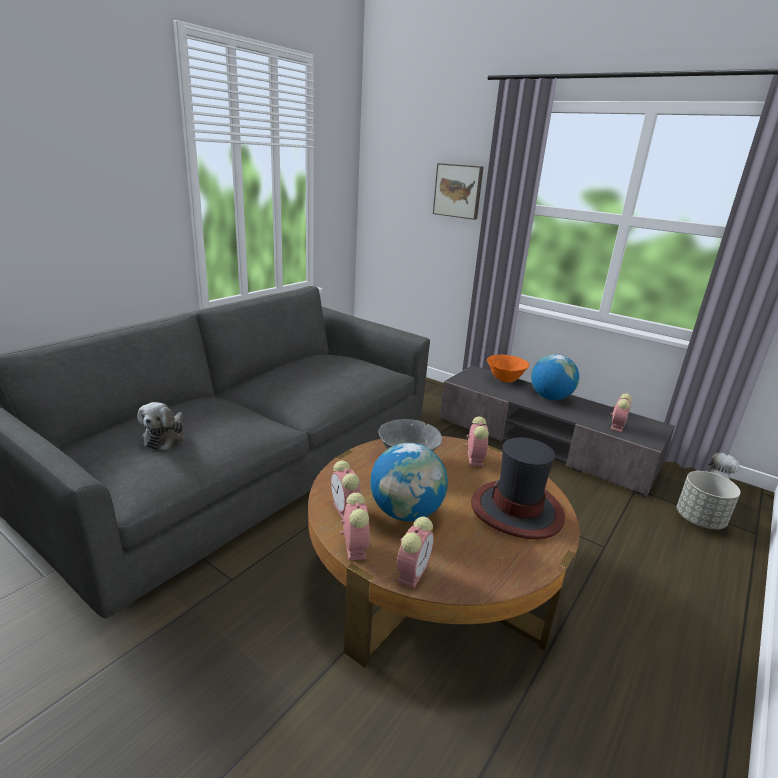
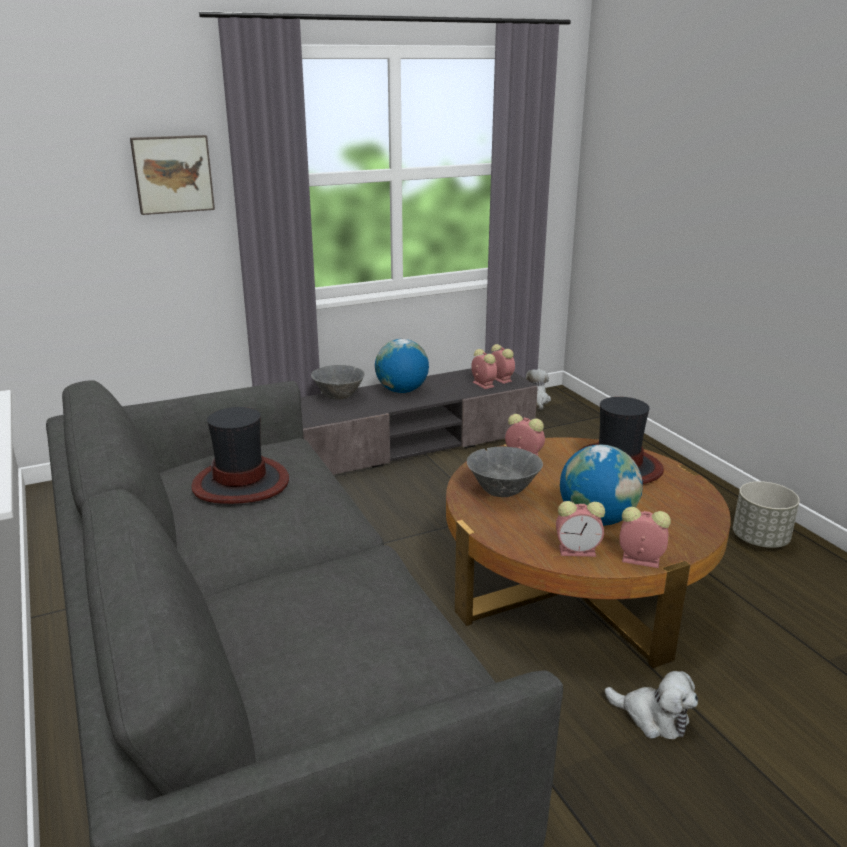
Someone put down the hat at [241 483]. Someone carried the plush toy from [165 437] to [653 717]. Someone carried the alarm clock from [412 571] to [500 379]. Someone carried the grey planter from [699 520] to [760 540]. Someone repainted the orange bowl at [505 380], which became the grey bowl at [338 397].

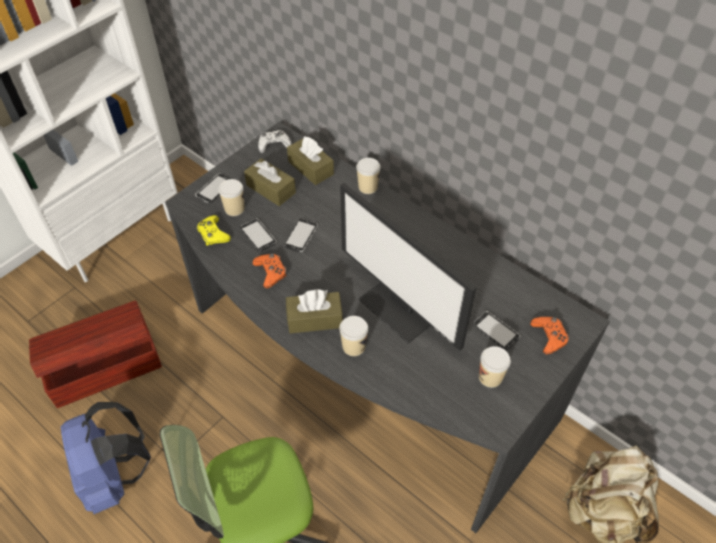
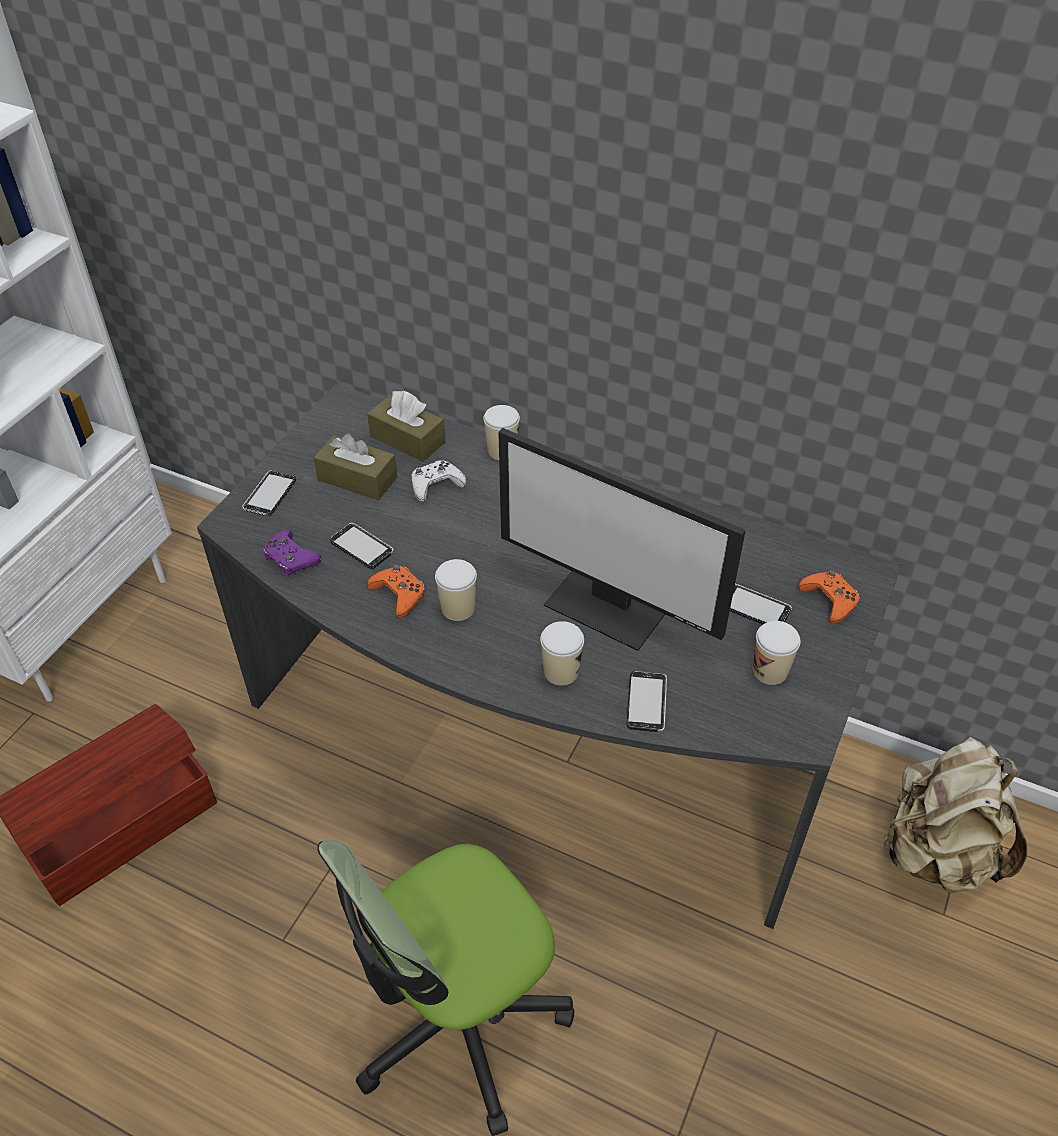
Someone took away the blue backpack at [114 477]. Someone took away the brown tissue box at [314 319]. Someone carried the cup from [234 209] to [458 608]. Someone carried the white game controller from [274 145] to [436 485]. Someone carried the phone from [301 236] to [646 703]. Someone repainted the yellow game controller at [213 234], which became the purple game controller at [290 558].

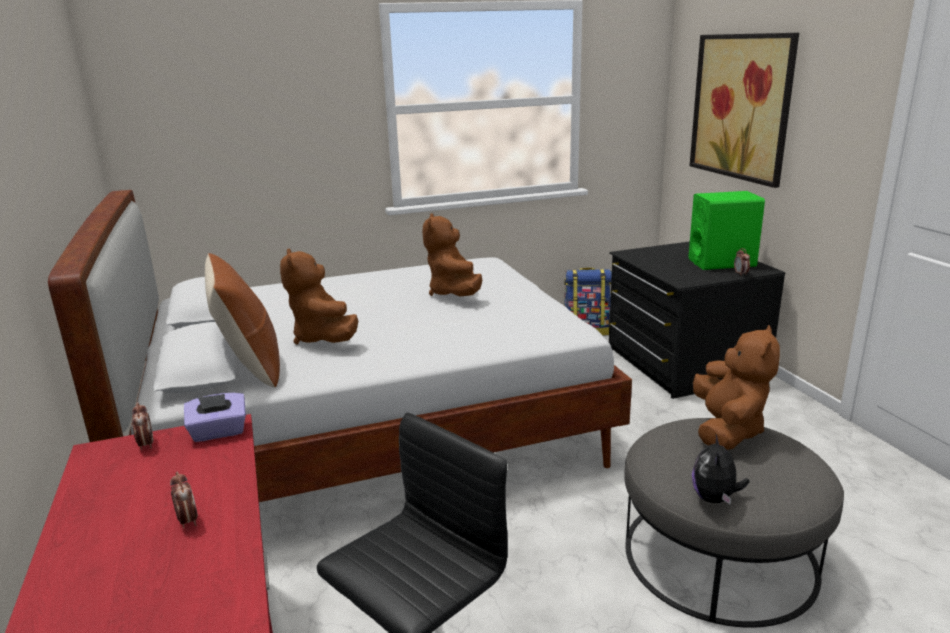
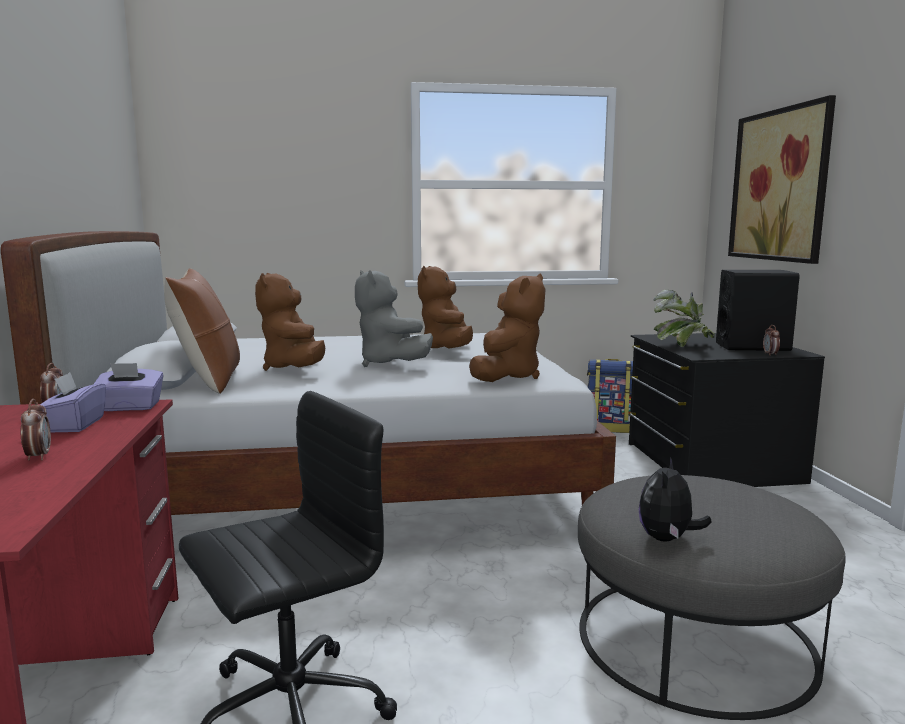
Someone put down the purple tissue box at [75 425]. Someone put down the grey plush toy at [389 364]. Someone put down the potted plant at [681 345]. Someone carried the brown plush toy from [727 430] to [507 376]. Someone repainted the green speaker at [722 263], which became the black speaker at [753 346].

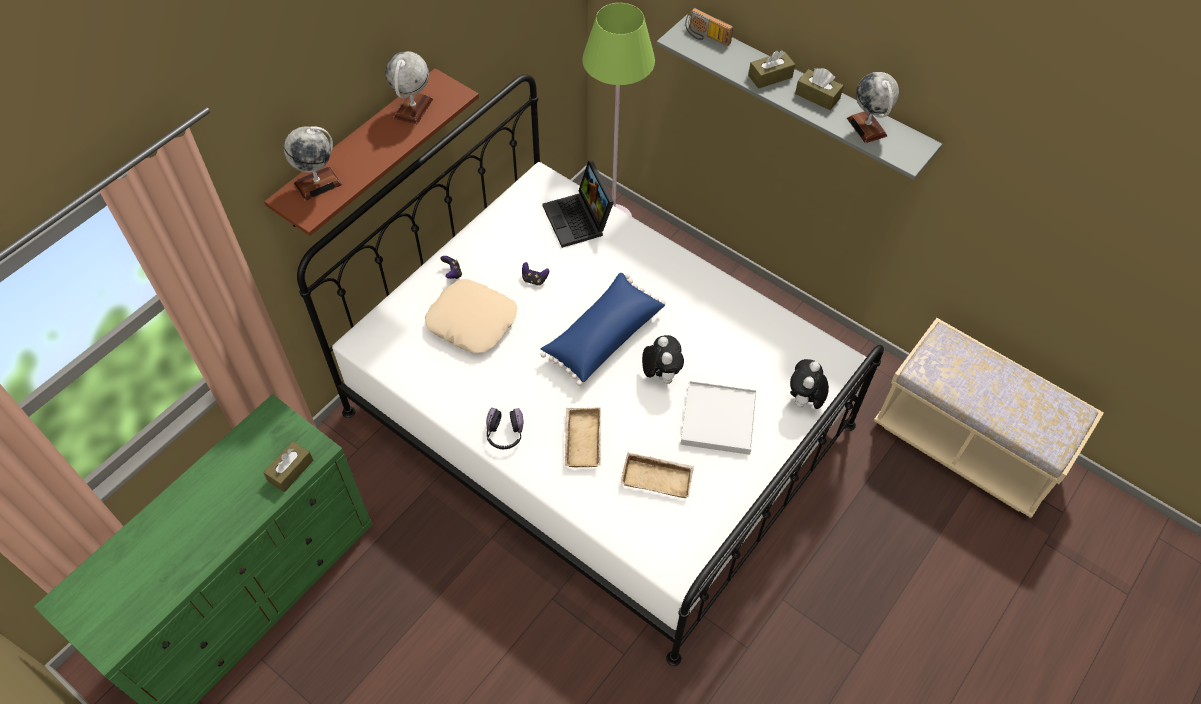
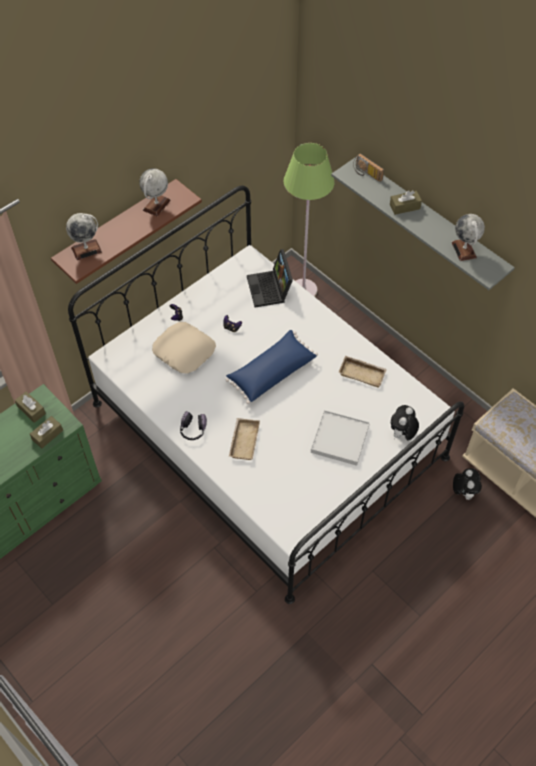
Someone carried the beige tray from [658 477] to [363 373]. Someone carried the plush toy from [660 374] to [463 492]. Someone carried the brown tissue box from [817 96] to [31 410].

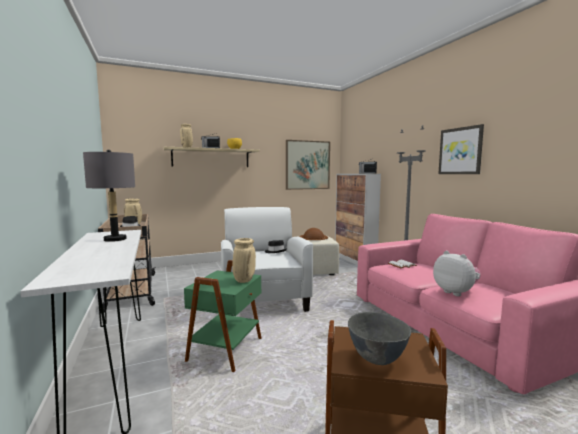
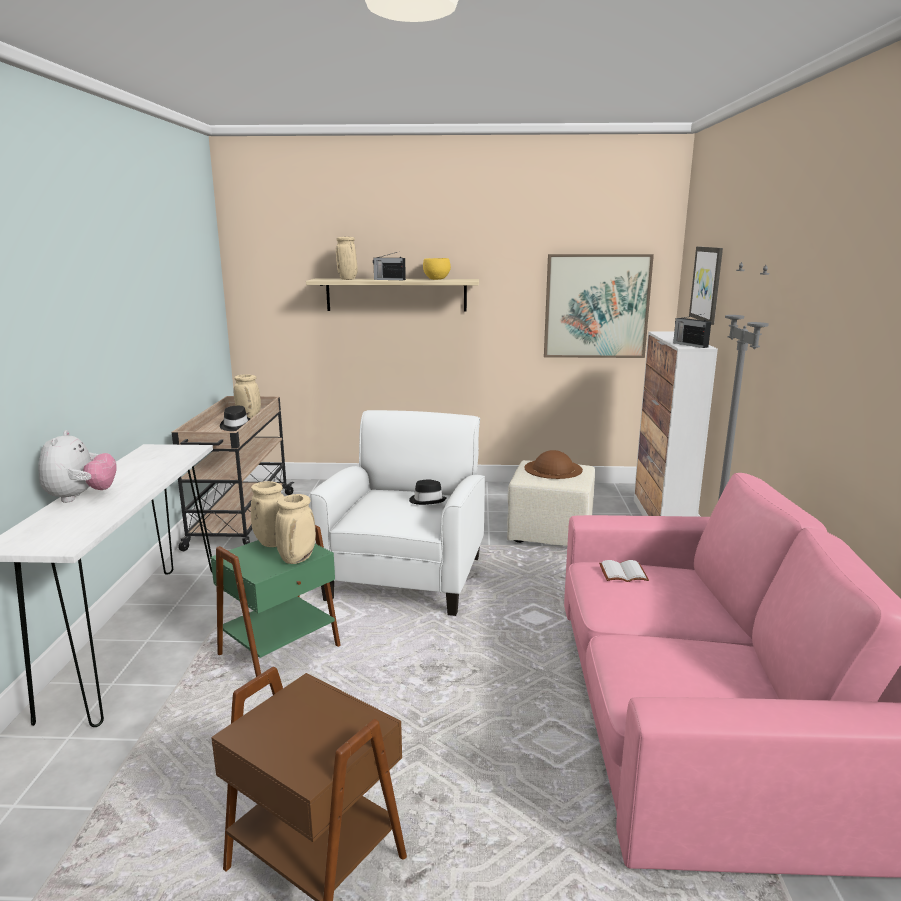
Someone took away the grey table lamp at [115 239]. Someone took away the grey bowl at [377 359]. Someone put down the beige vase at [270 543]. Someone carried the plush toy from [455 292] to [81 497]. Someone carried the picture from [460 151] to [707 284].

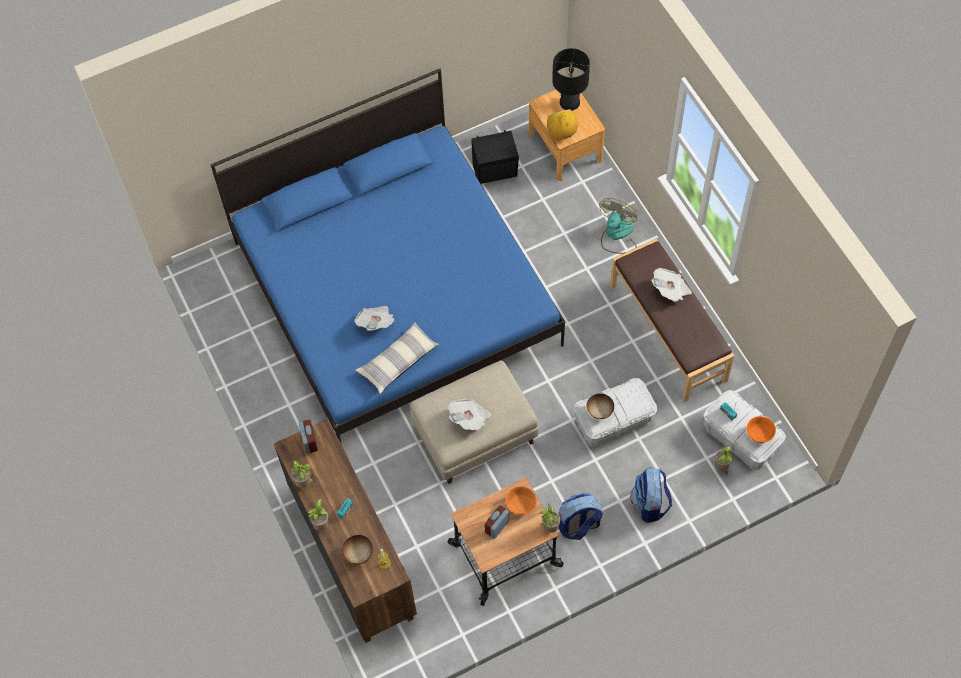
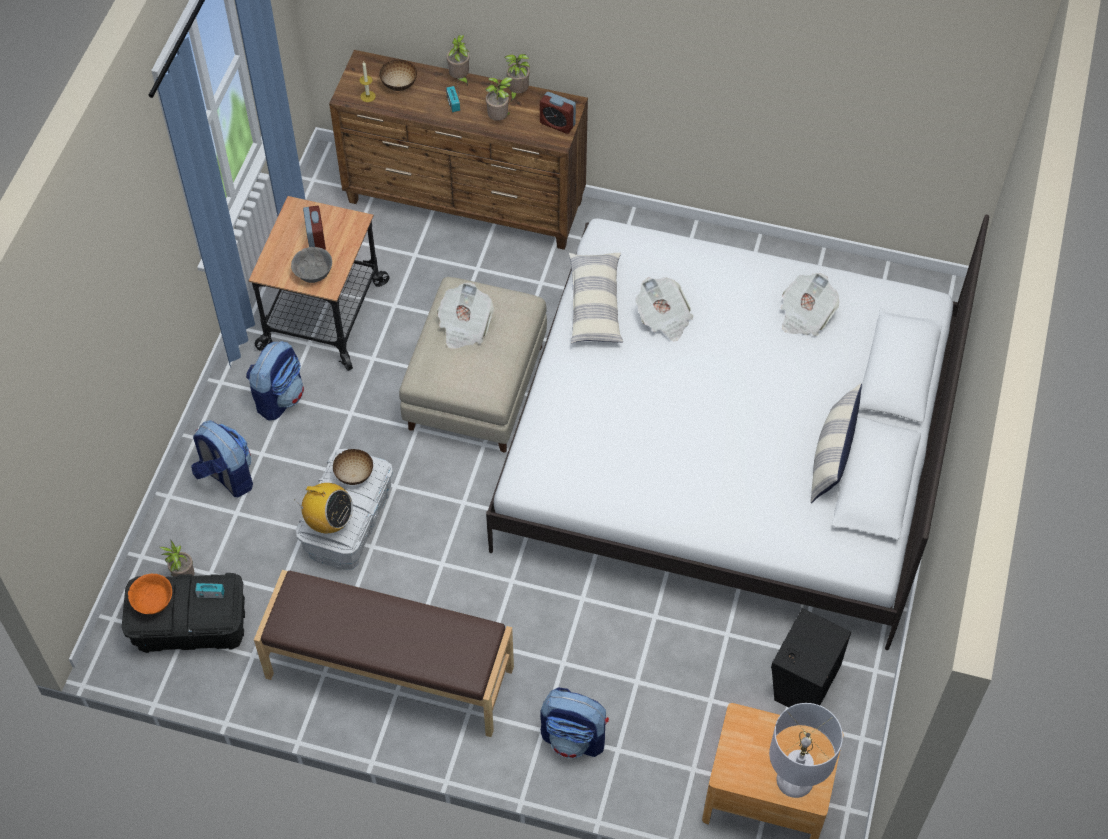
Someone put down the pillow at [831 456]. Someone carried the potted plant from [549 527] to [499 119]. Someone carried the radio from [562 133] to [329 521]. Someone carried the newspaper from [670 290] to [805 315]. Someone swapped the fan at [617 235] for the backpack at [574 737]. Someone repainted the blue bed at [396 293], which became the white bed at [727 446]. Someone repainted the orange bowl at [521 505], which became the grey bowl at [313 274]. Someone repainted the black table lamp at [569 102], which became the white table lamp at [795 779]. Someone repainted the white storage box at [740 438], which became the black storage box at [190 627].

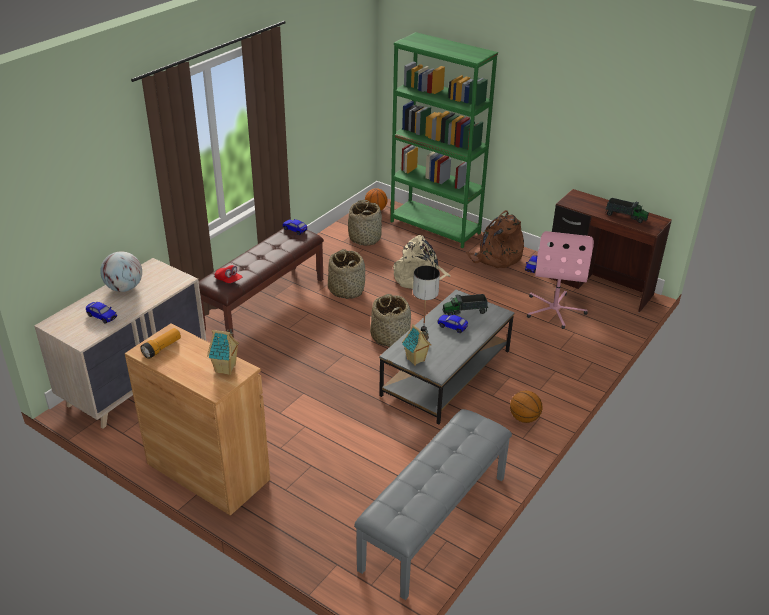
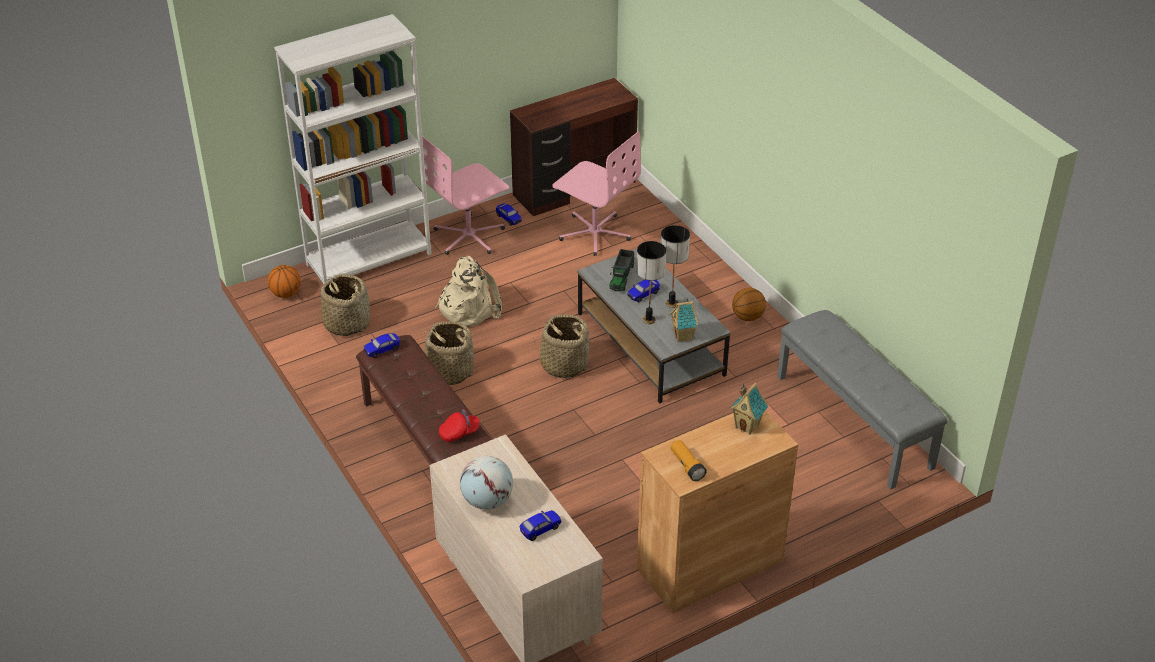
Someone took away the toy truck at [625 216]. Someone put down the table lamp at [672 303]. Someone swapped the brown backpack at [496 257] for the pink office chair at [469 236]. Someone repainted the green bookcase at [435 227], which became the white bookcase at [369 259].

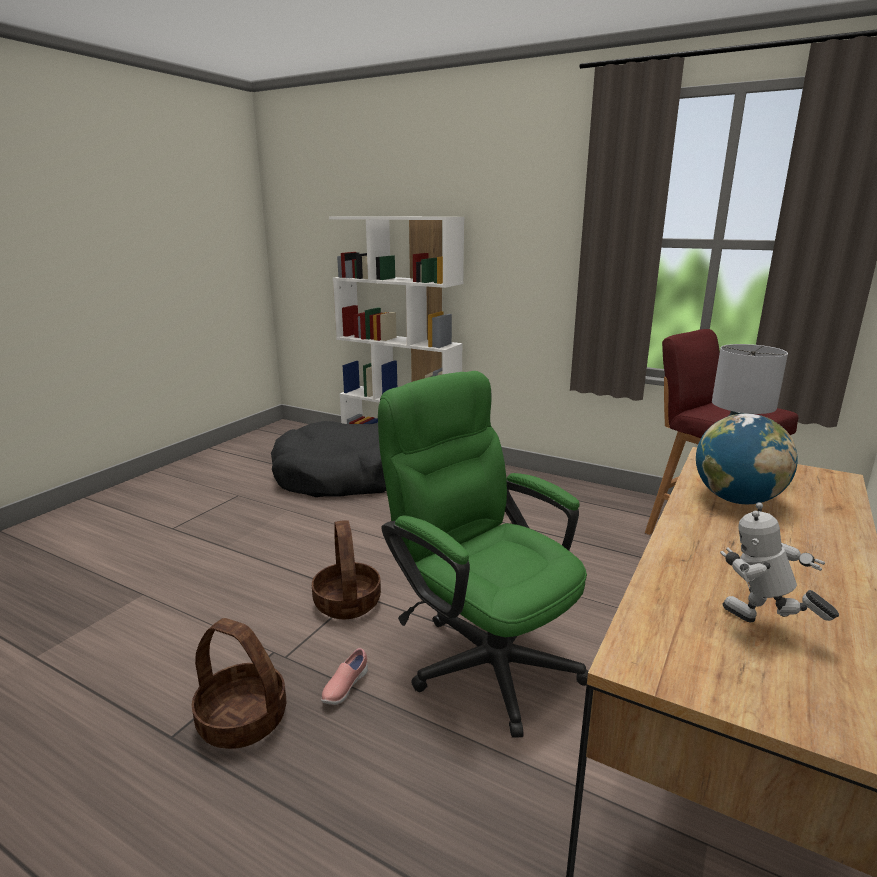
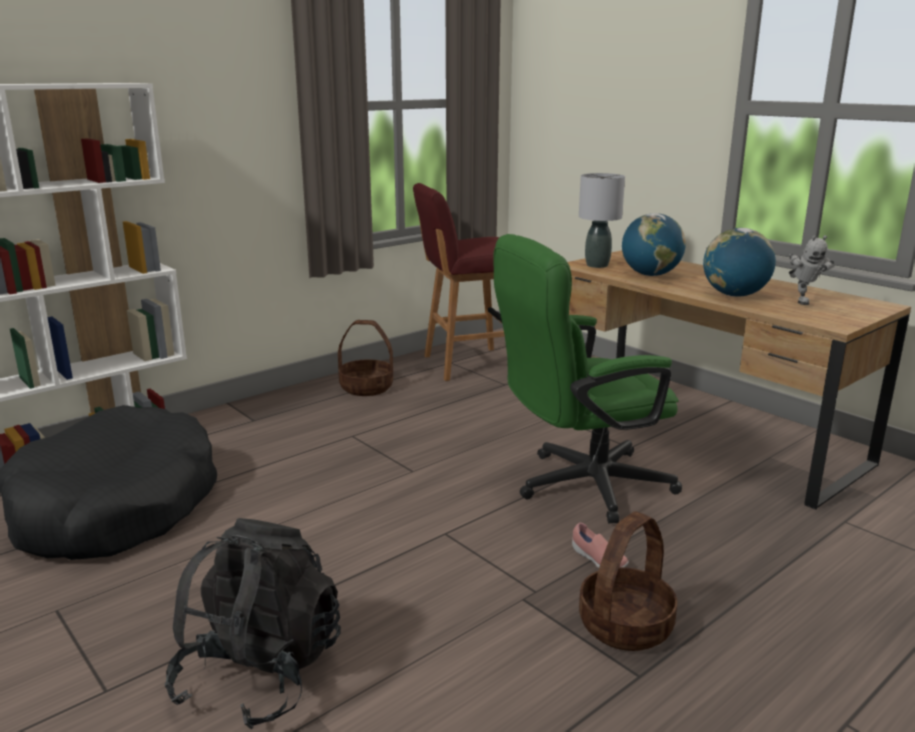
Someone put down the black backpack at [260 674]. Someone put down the globe at [734 295]. Someone carried the basket from [348 602] to [367 387]. Someone rotated the toy robot at [762 628] by 60 degrees counterclockwise.

